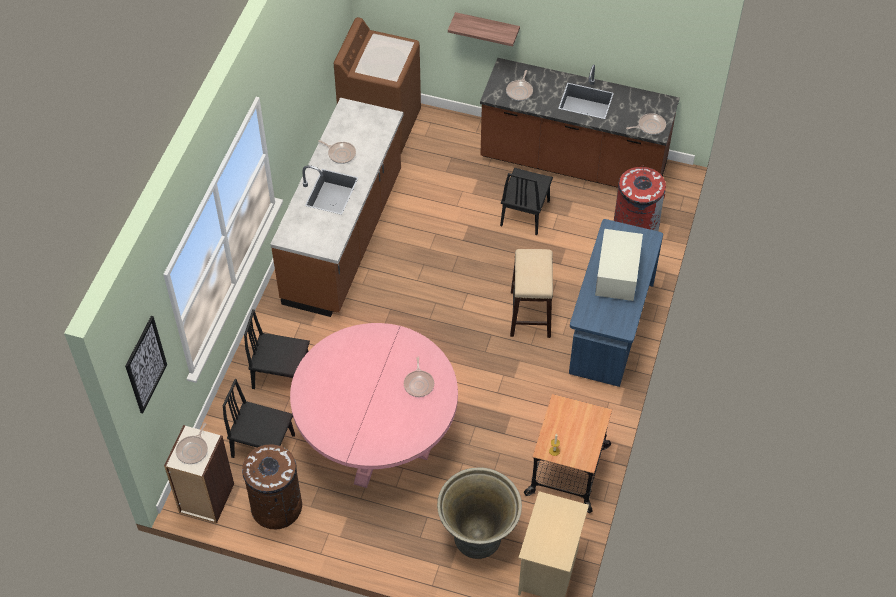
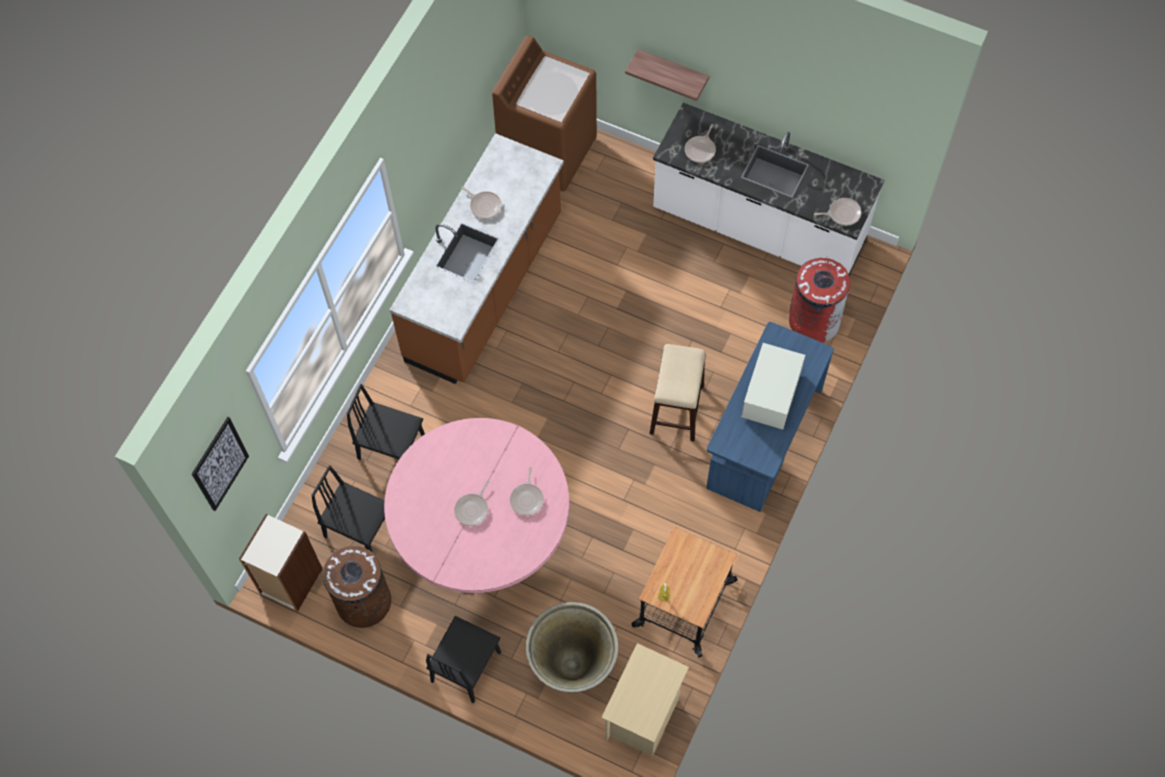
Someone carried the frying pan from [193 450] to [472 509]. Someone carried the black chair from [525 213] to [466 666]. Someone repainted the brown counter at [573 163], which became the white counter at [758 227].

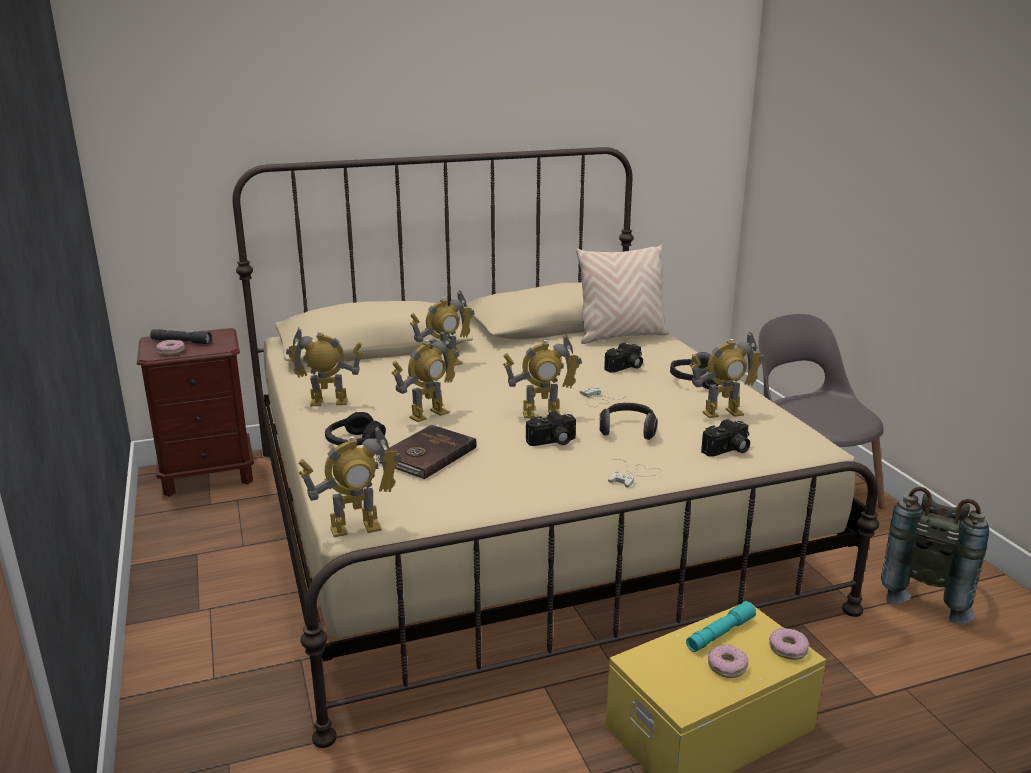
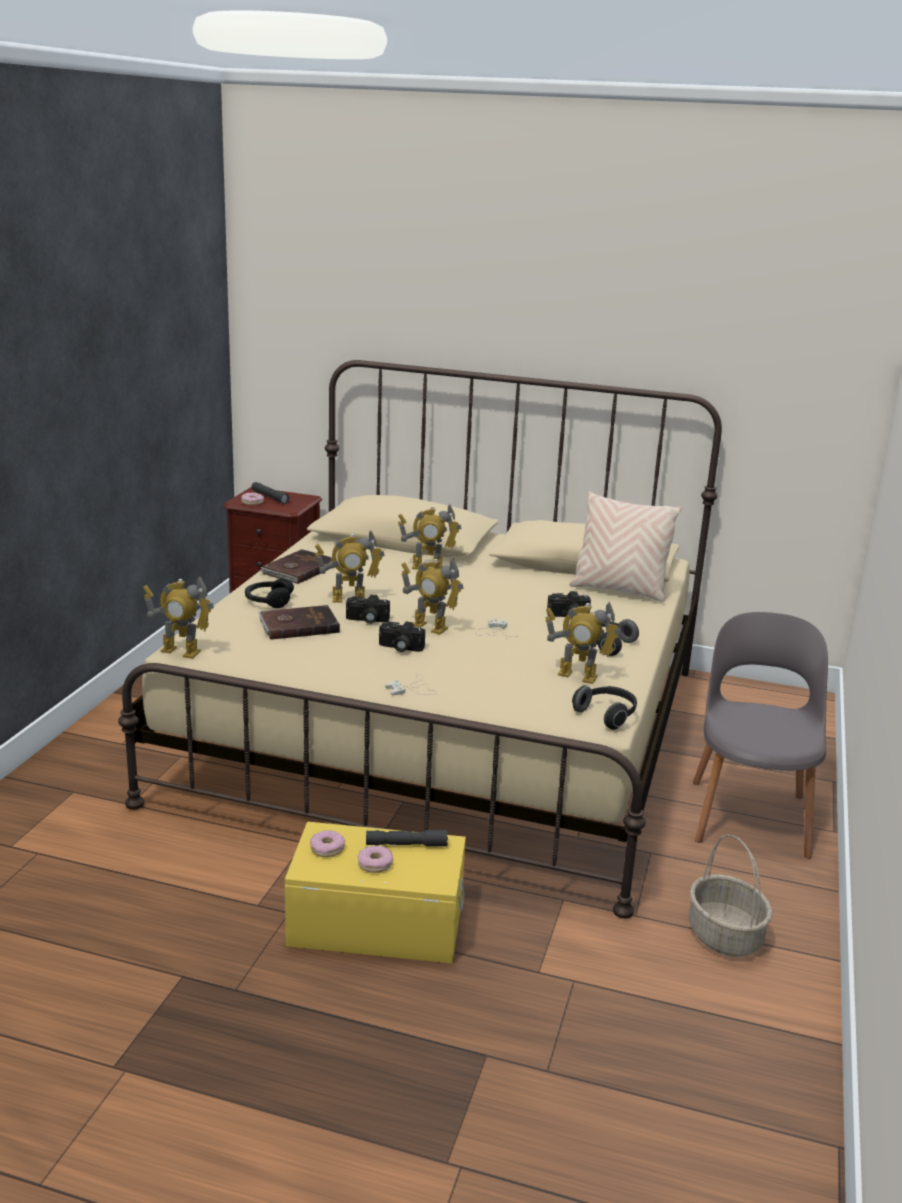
Someone carried the headphones from [628 430] to [607 715]. Someone carried the photo camera from [728 450] to [366 620]. Someone carried the donut from [788 649] to [327 848]. Someone swapped the toy robot at [329 402] for the brown book at [298 570]. Someone swapped the grey backpack at [927 593] for the basket at [723 935]. Someone repainted the turquoise flashlight at [720 633], which became the grey flashlight at [406 844].

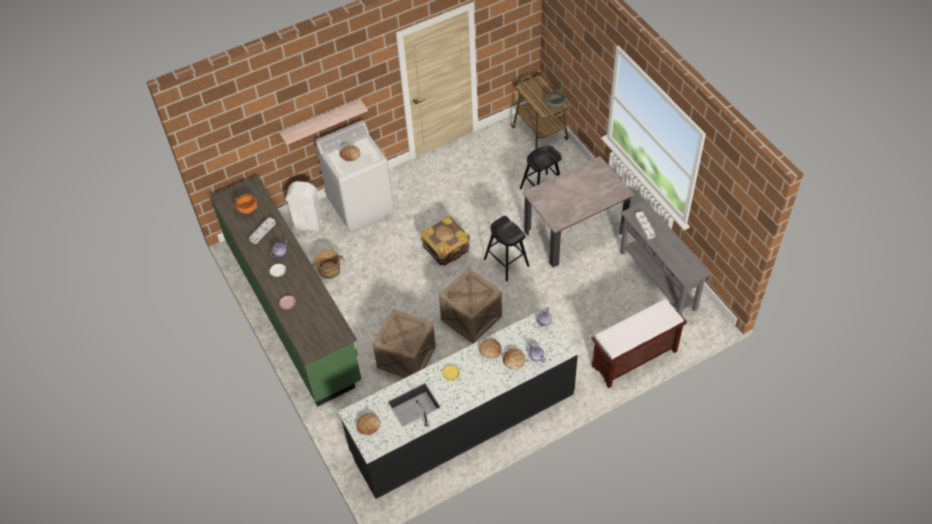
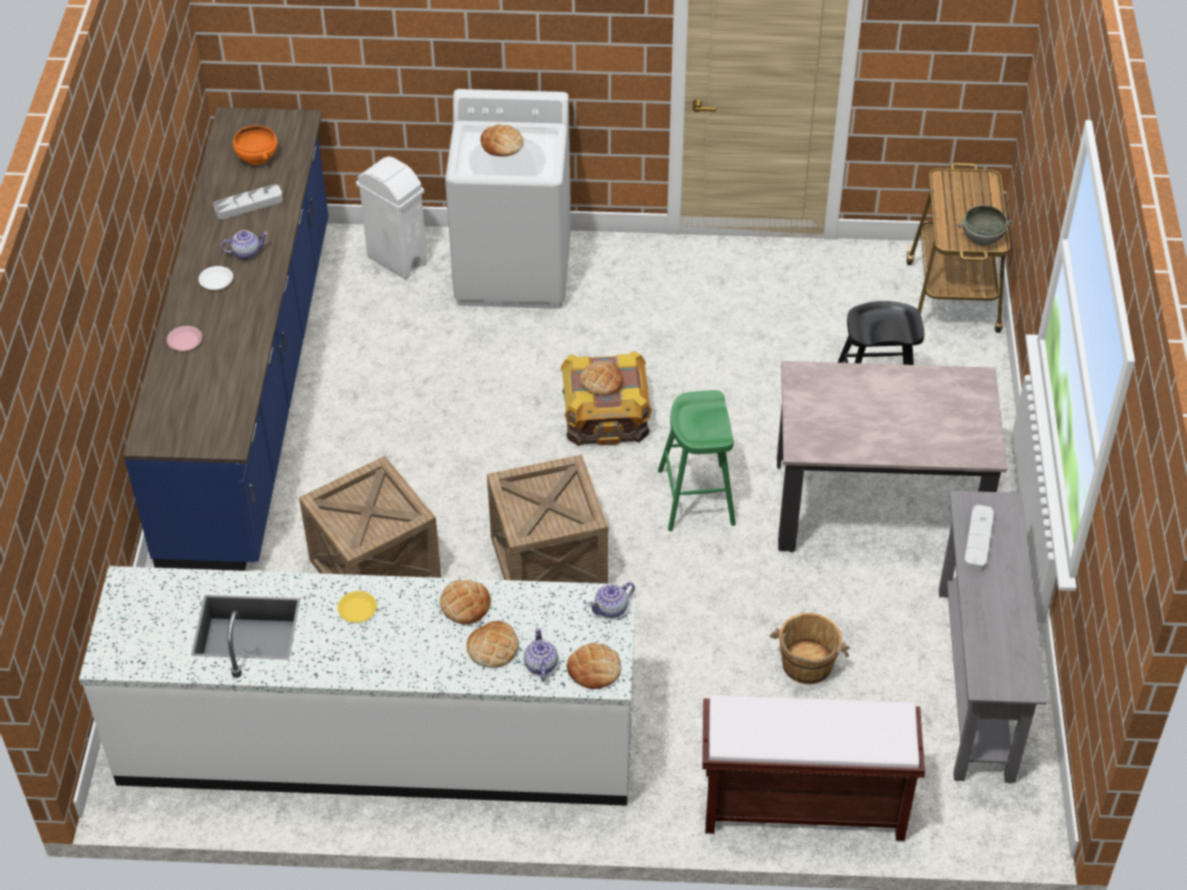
Someone took away the shelf at [321 122]. Someone carried the brown bucket from [329 271] to [806 665]. Someone carried the bread from [368 425] to [594 669]. Someone repainted the green counter at [292 309], which became the blue counter at [252 387]. Someone repainted the black counter at [463 422], which became the white counter at [378 740]. Someone repainted the black stool at [506 262], which became the green stool at [696 497].

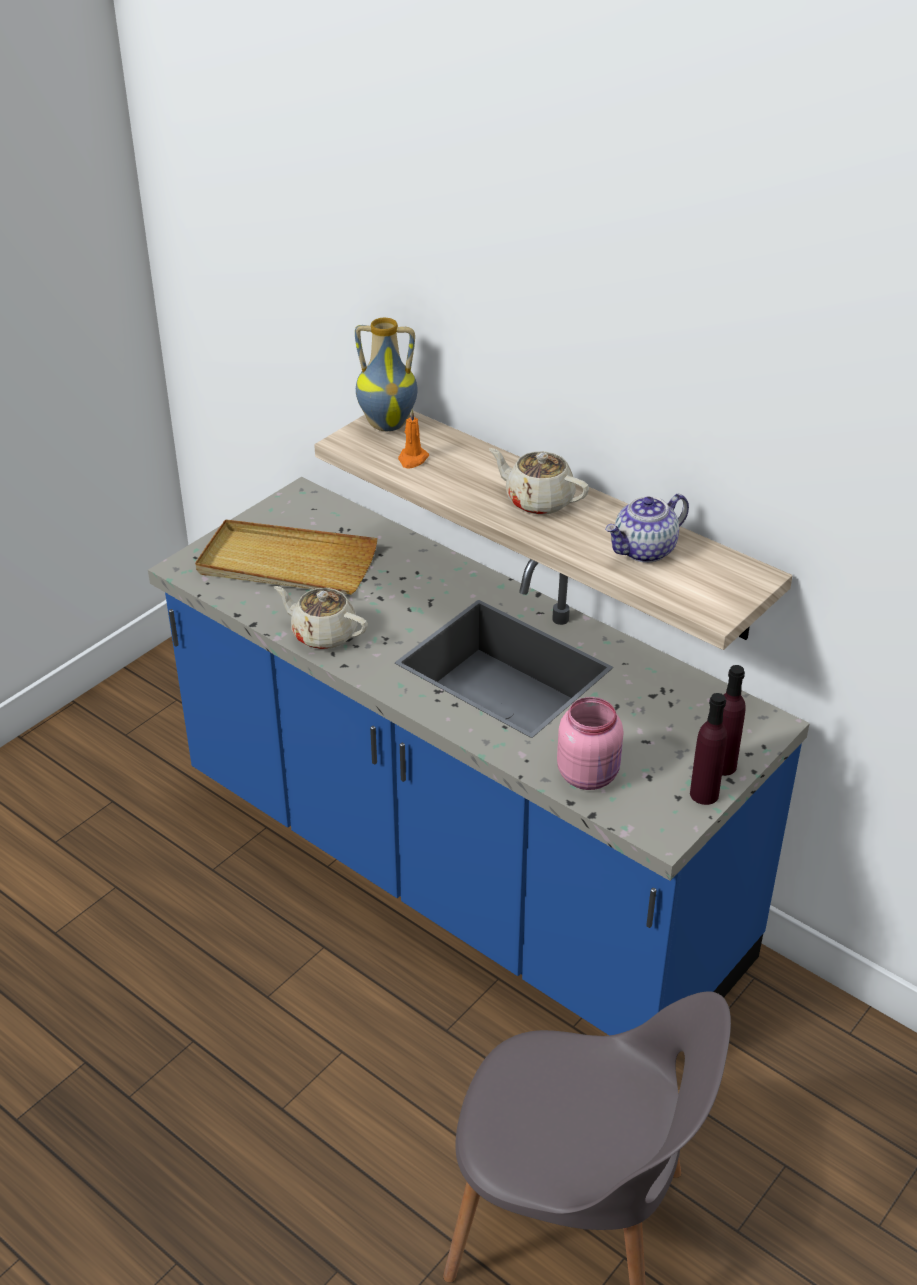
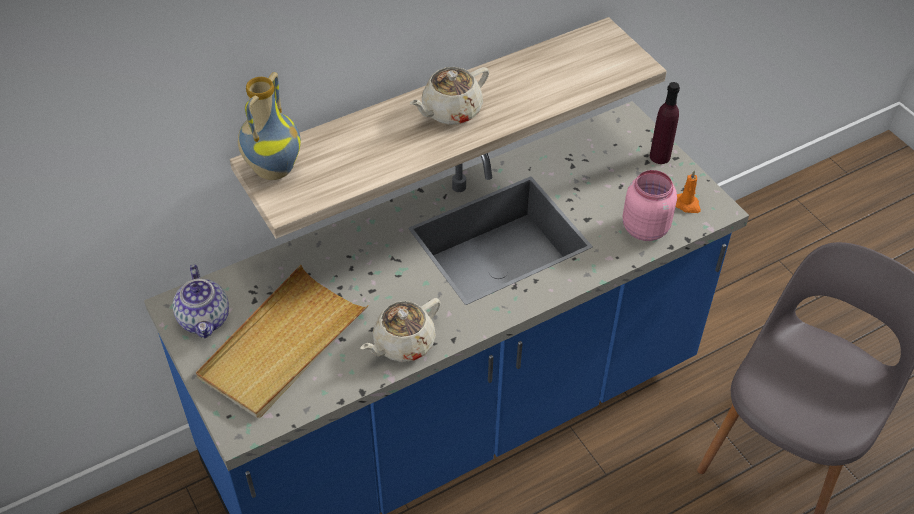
Someone took away the purple bottle at [704 794]. Someone carried the orange candle from [412 459] to [687 205]. Someone carried the teapot from [644 551] to [205 319].

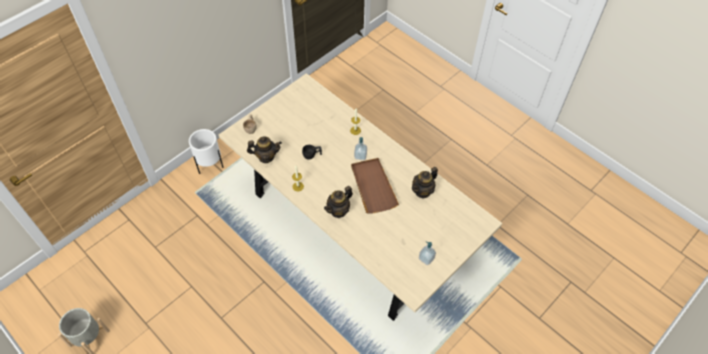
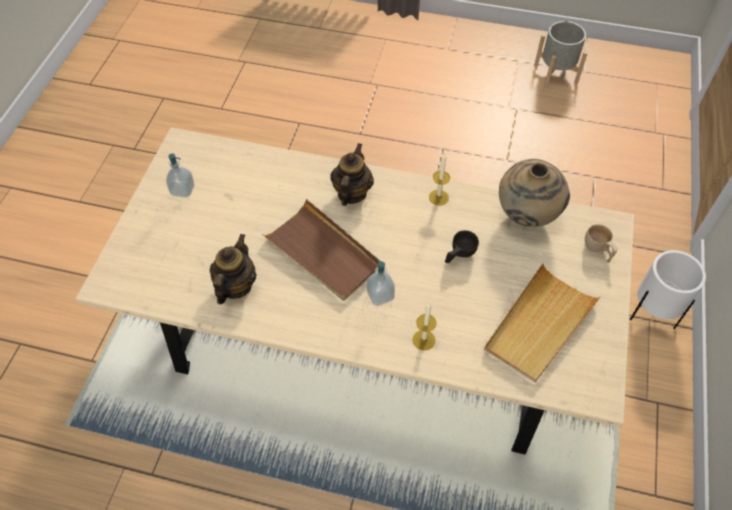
Someone put down the beige tray at [539 325]. Someone swapped the teapot at [266 157] for the beige vase at [527 216].

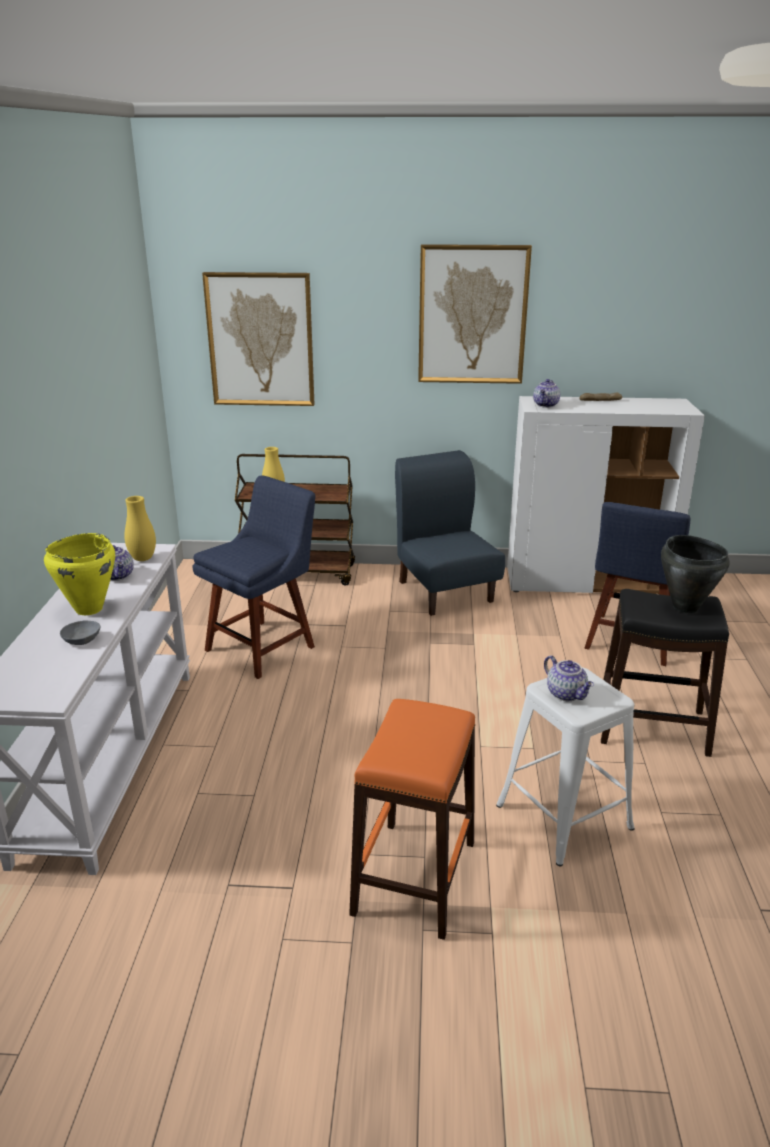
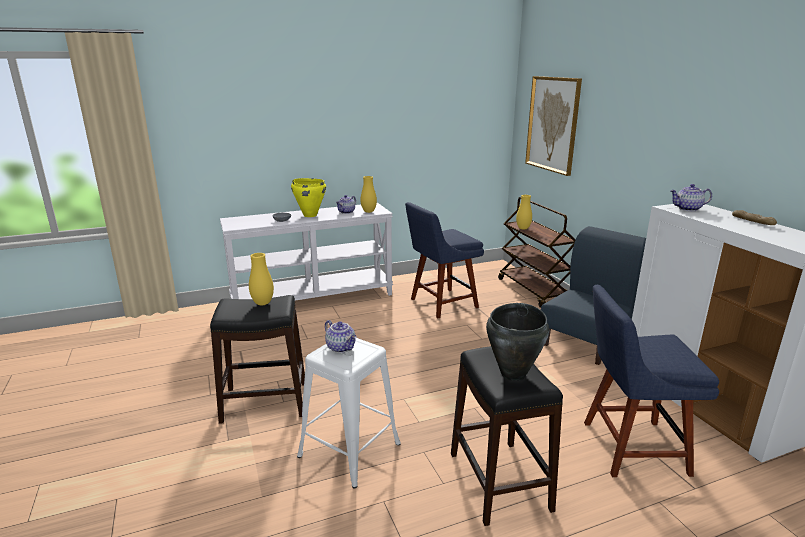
Someone took away the picture at [472 315]. Someone put down the yellow vase at [263 303]. Someone repainted the orange stool at [416 877], which became the black stool at [265 402]. Someone rotated the blue chair at [264 646] by 135 degrees clockwise. Someone rotated the teapot at [567 694] by 75 degrees counterclockwise.

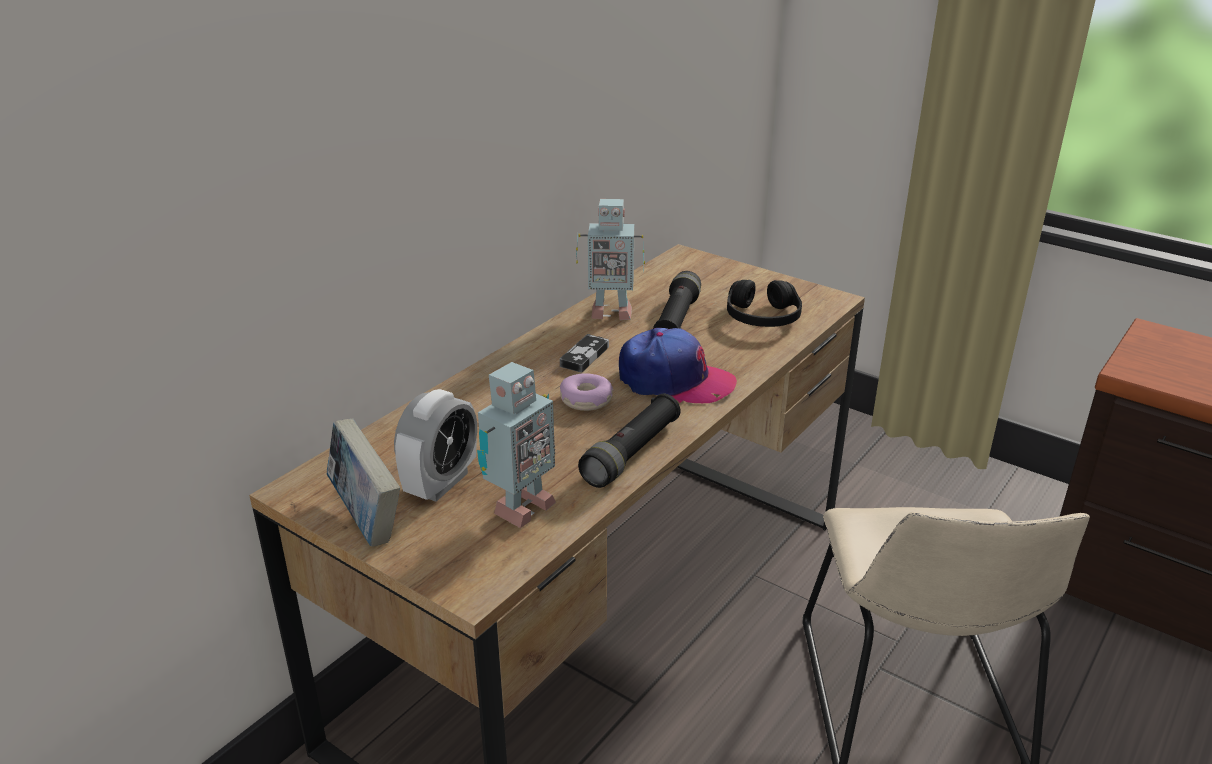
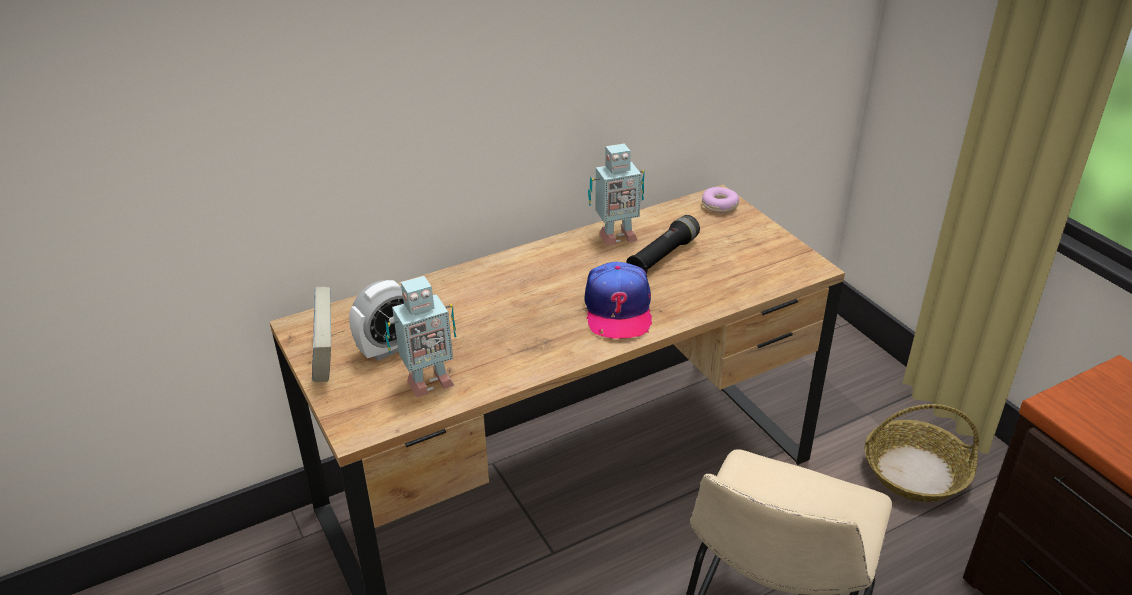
Someone took away the game controller at [584 356]. Someone took away the black flashlight at [631 453]. Someone took away the black headphones at [762 317]. Someone put down the basket at [915 472]. Someone carried the donut from [586 400] to [719 206]. Someone rotated the toy robot at [610 312] by 45 degrees counterclockwise. Someone rotated the cap at [674 380] by 45 degrees clockwise.

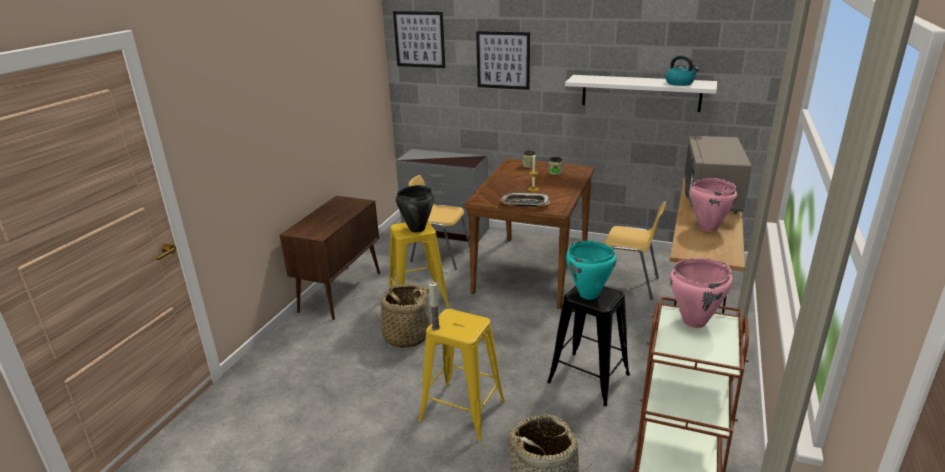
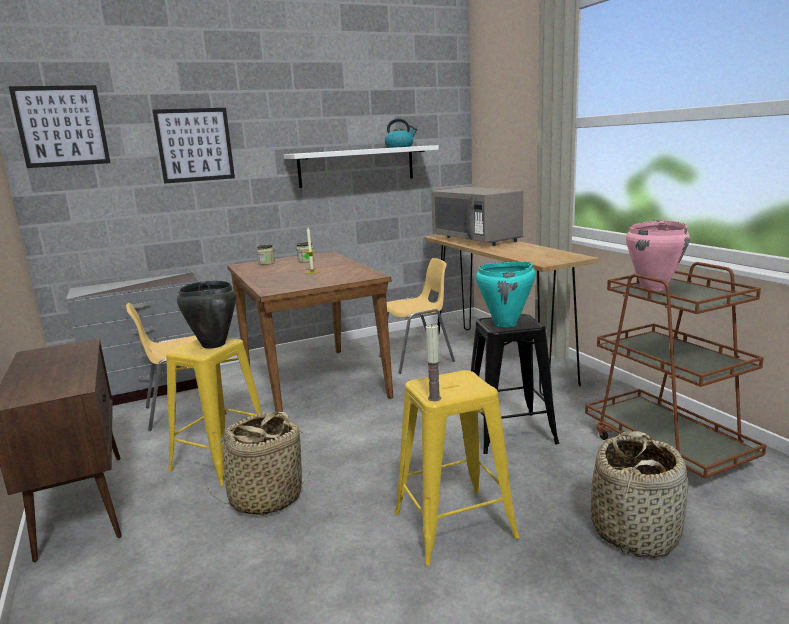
Someone took away the tray at [525 203]. Someone took away the pink cooking pot at [707 228].

